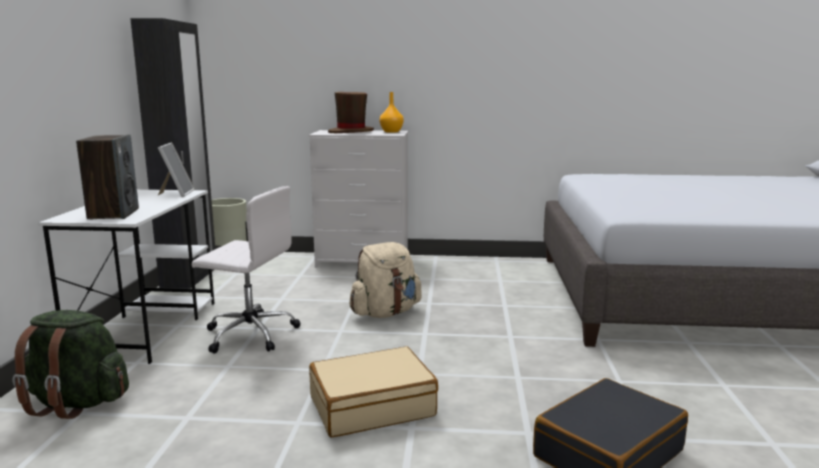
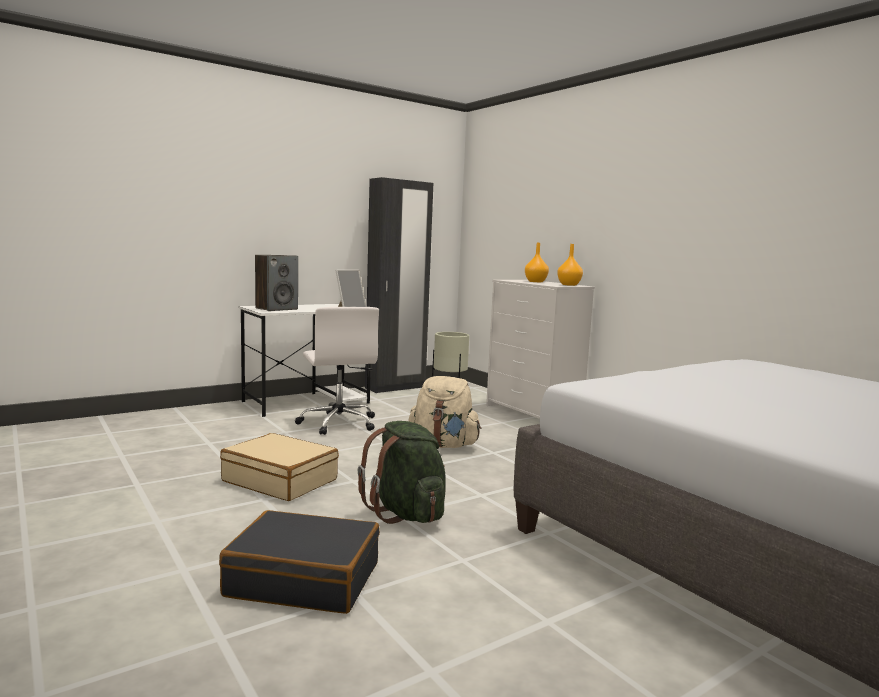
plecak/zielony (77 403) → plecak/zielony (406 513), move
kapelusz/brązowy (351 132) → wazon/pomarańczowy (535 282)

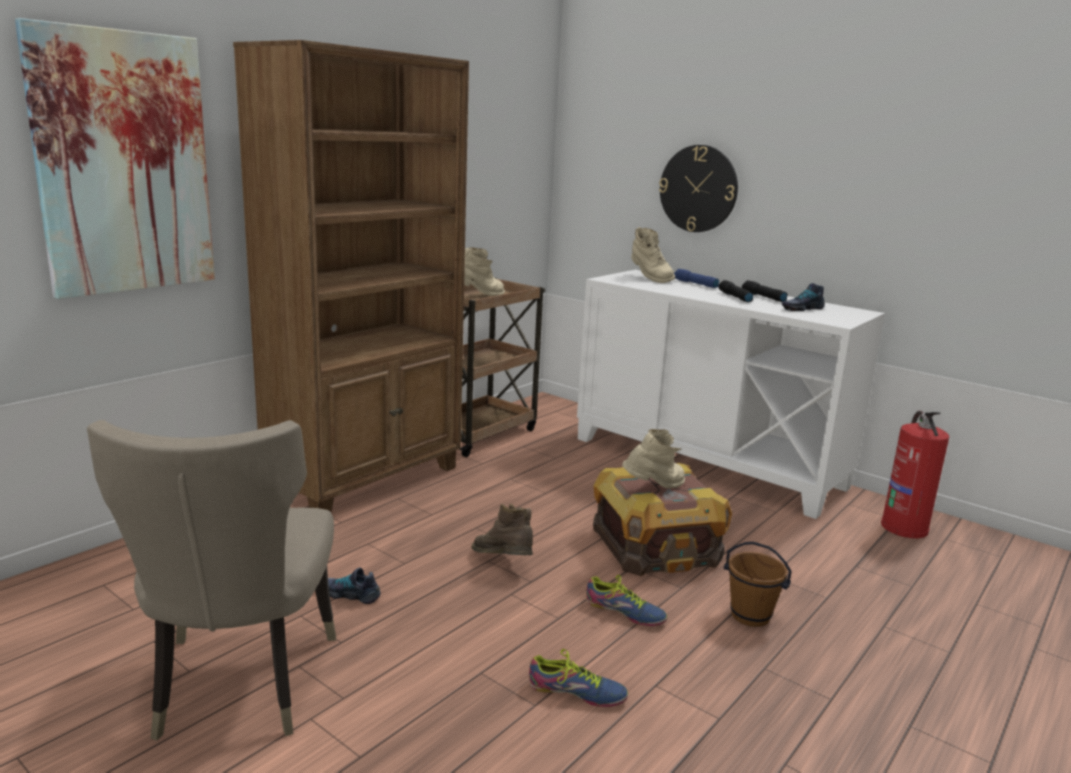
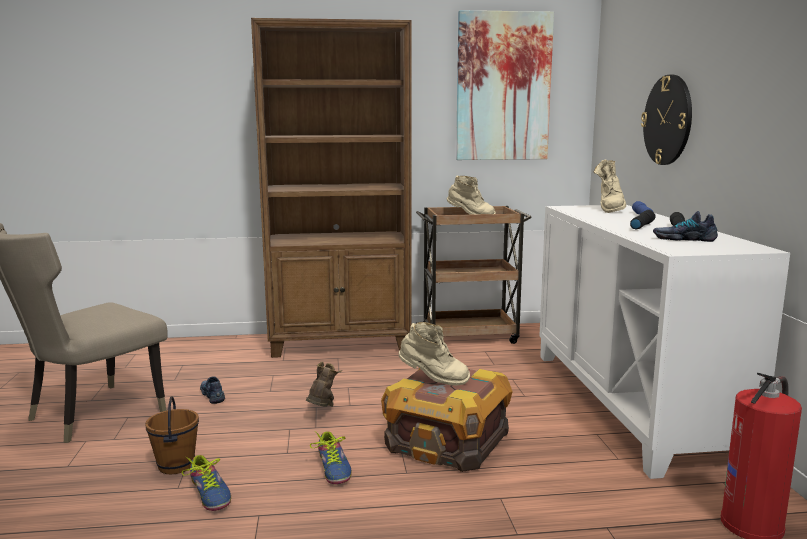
wiadro/brązowy (750 615) → wiadro/brązowy (177 466), move
obraz (124 164) → obraz (503 87), move

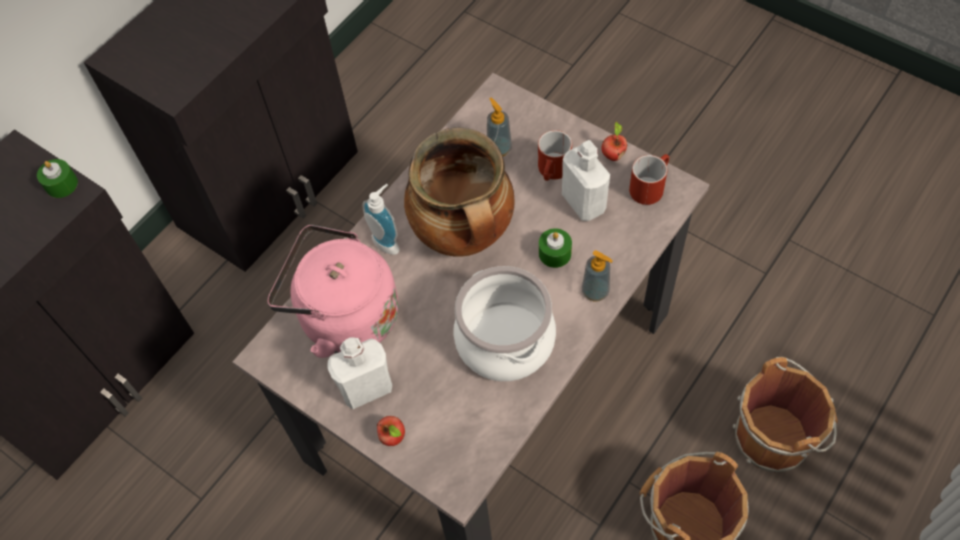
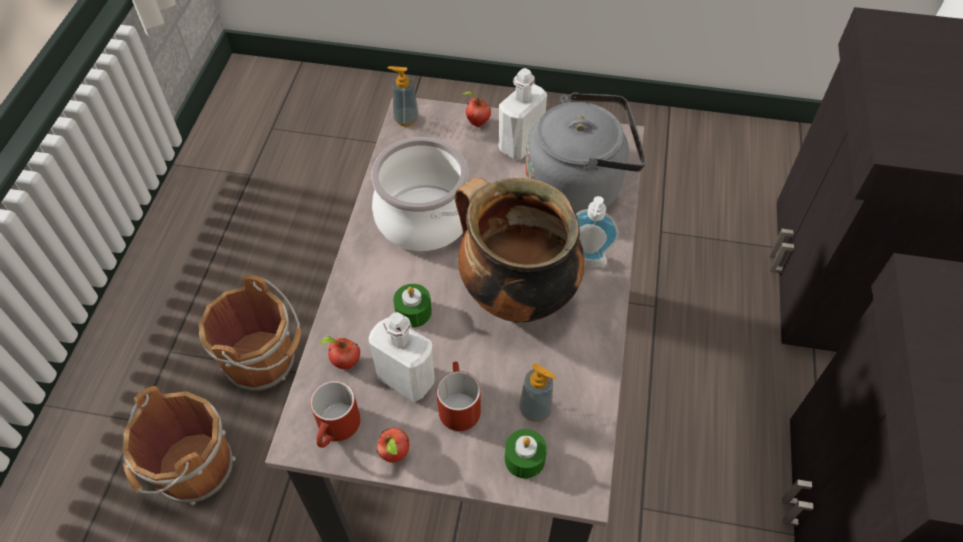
- → jabłko (344 363)
dozownik mydła (595 291) → dozownik mydła (406 119), move
świeca/zielony (61 184) → świeca/zielony (524 459), move
czajnik/różowy (344 316) → czajnik/szary (579 187)

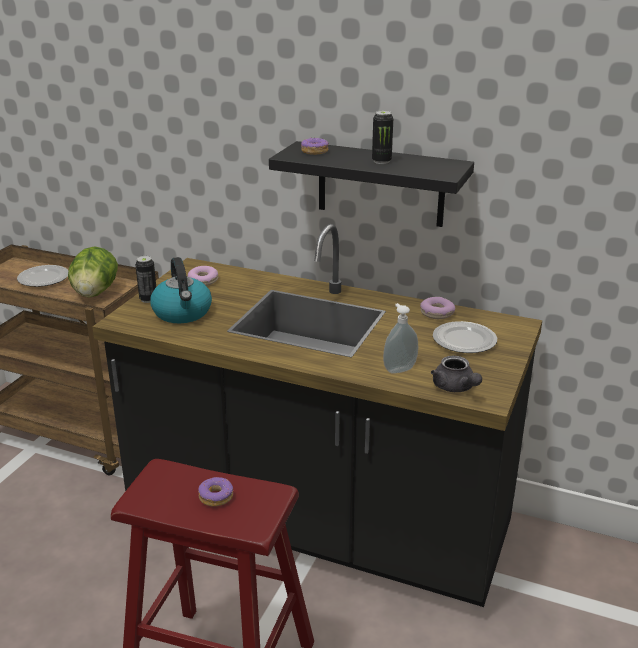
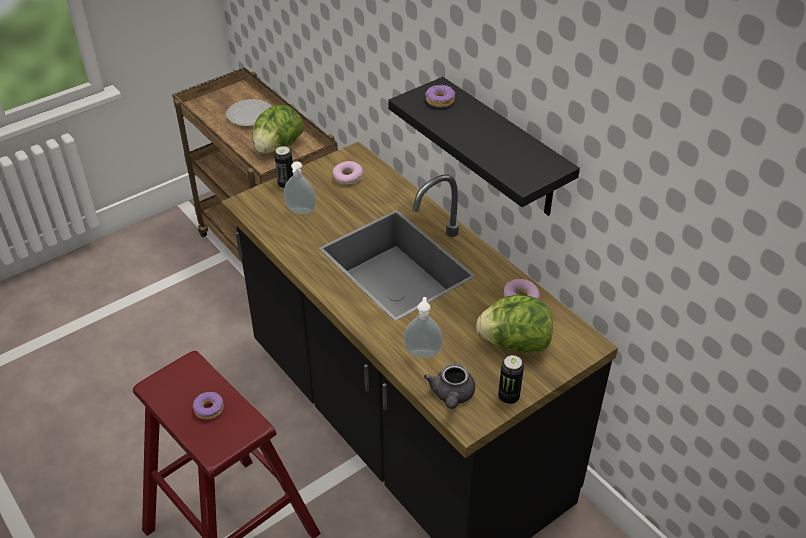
czajnik (183 313) → dozownik mydła (300 212)
talerz (465 341) → sałata (514 343)
puszka (381 161) → puszka (508 397), move

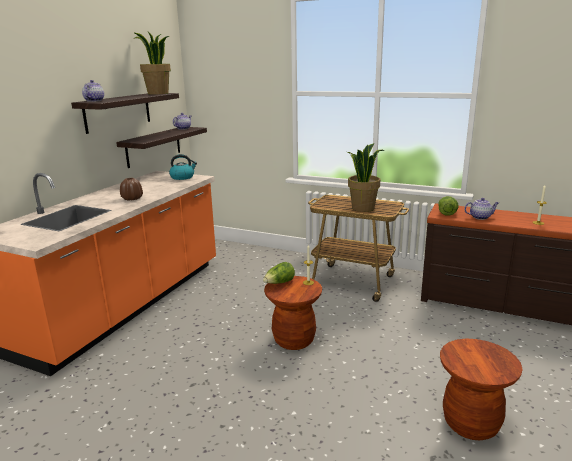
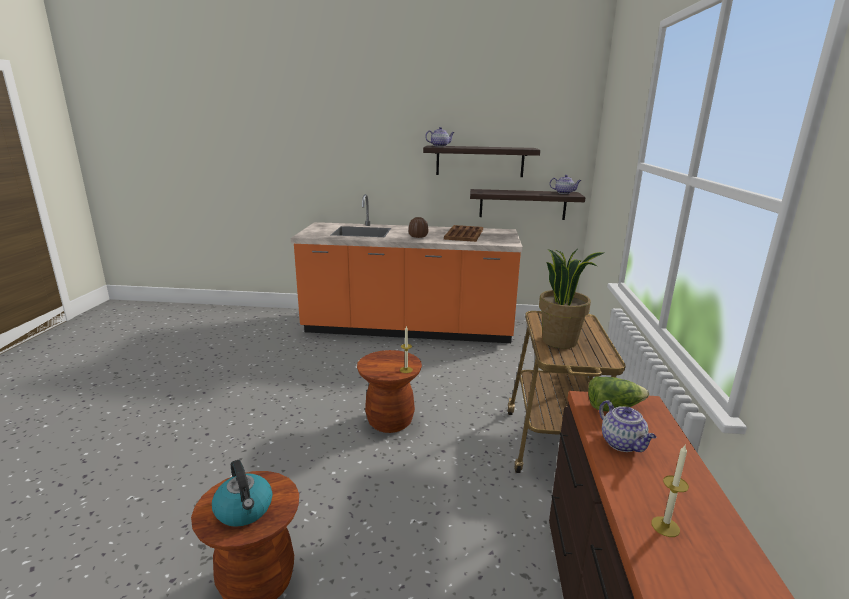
czajnik (182 177) → czajnik (244 510), move
- → taca/brązowy (464 234)
roślina doniczkowa (158 93) → -
sałata (279 283) → -

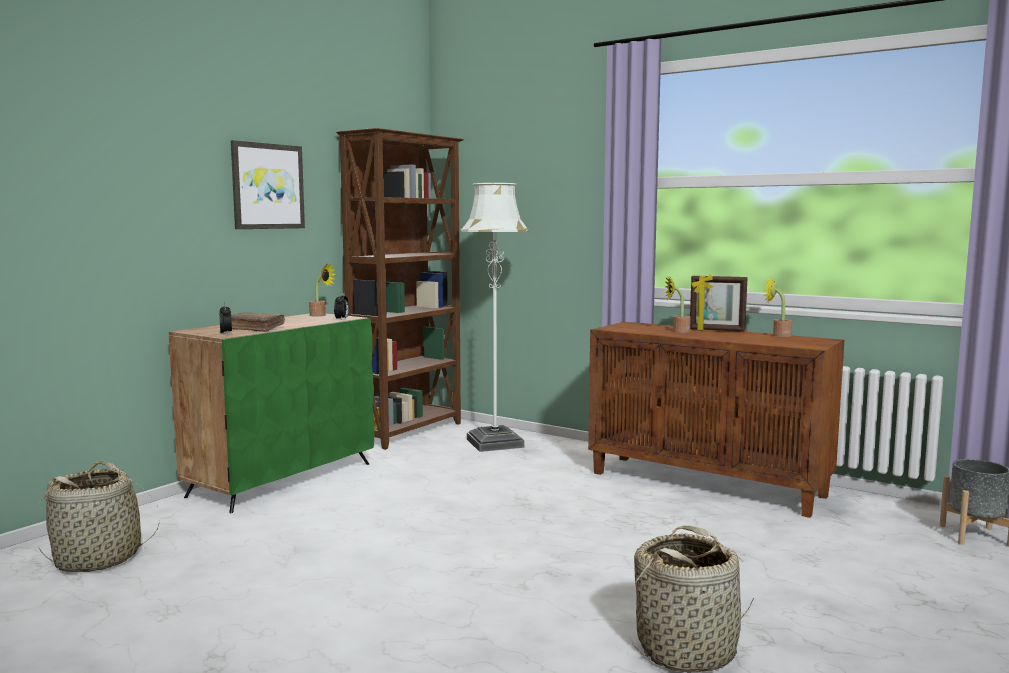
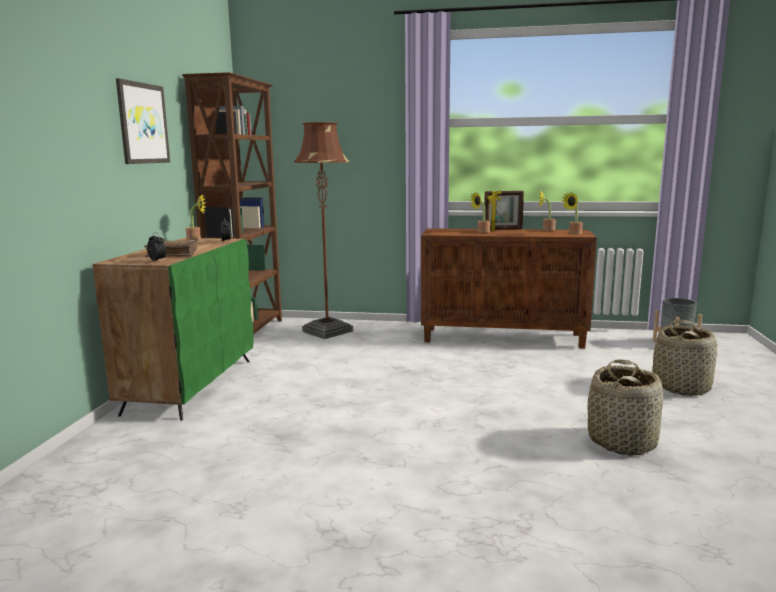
lampa stojąca/biały (495 443) → lampa stojąca/brązowy (327 331)
- → roślina doniczkowa (573 233)
koszyk (99 558) → koszyk (681 387), move

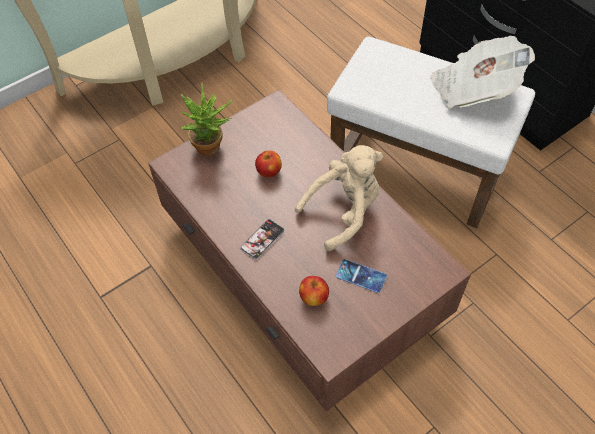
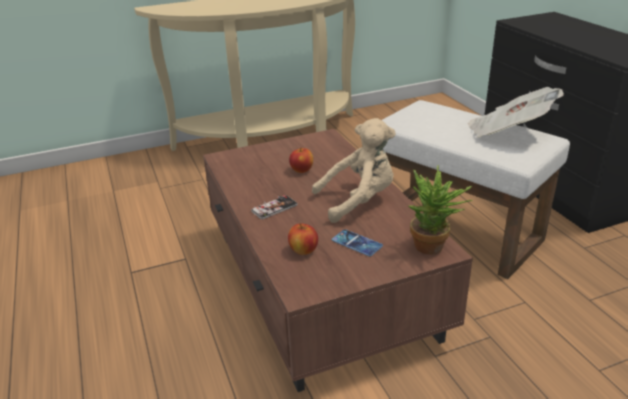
roślina doniczkowa (212 149) → roślina doniczkowa (434 249), move

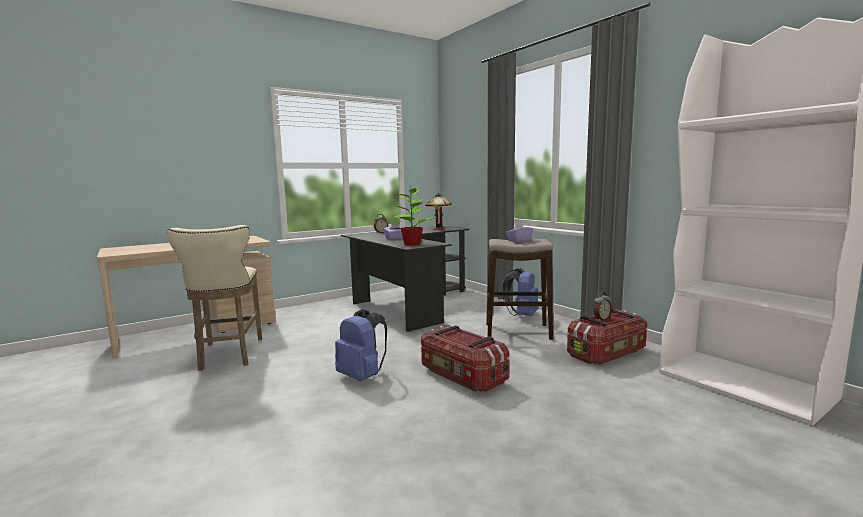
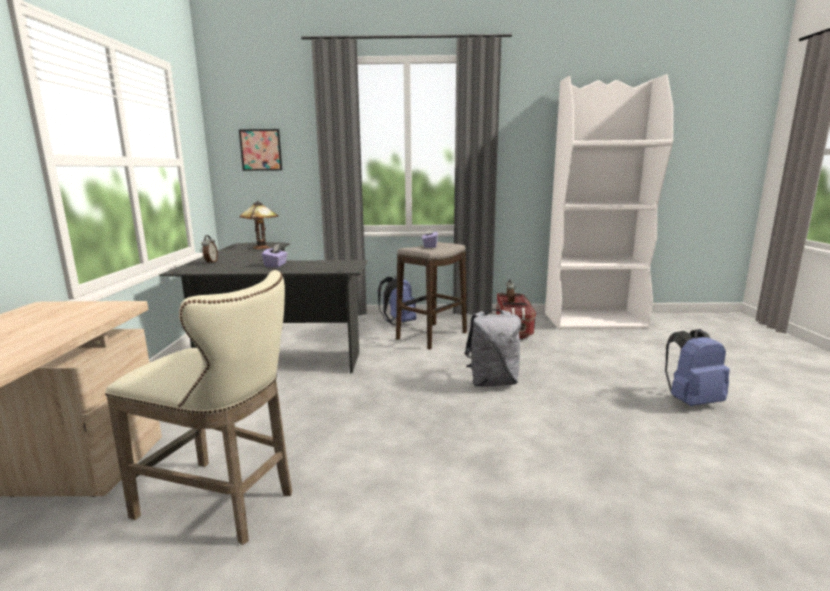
- → obraz (261 150)
pojemnik do przechowywania (461 376) → plecak/szary (492 382)
plecak/niebieski (362 376) → plecak/niebieski (691 401), move
roślina doniczkowa (412 244) → -

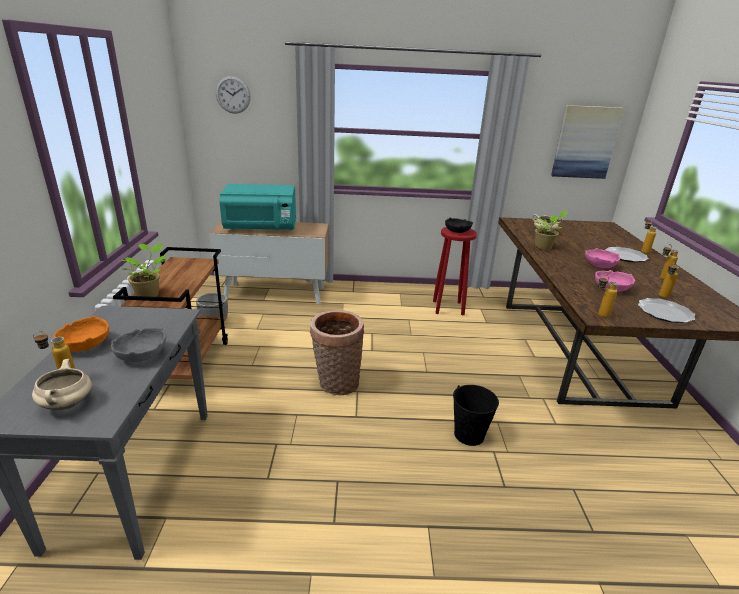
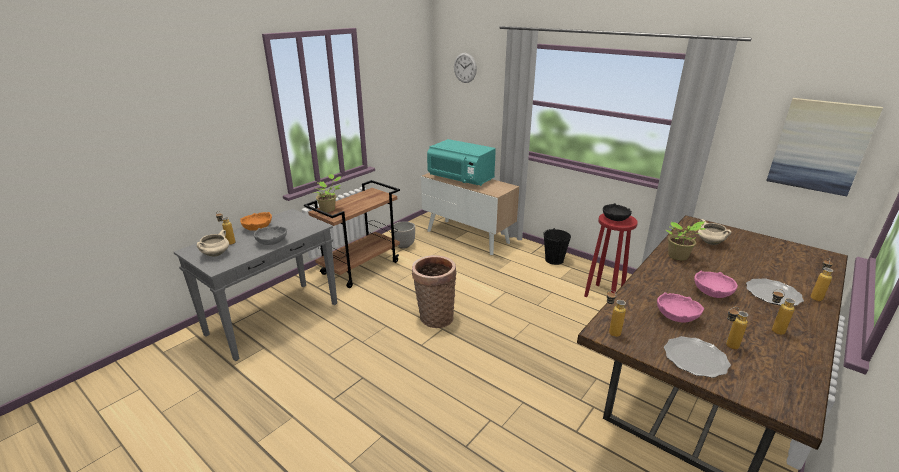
wiadro/czarny (469 434) → wiadro/czarny (554 260), move

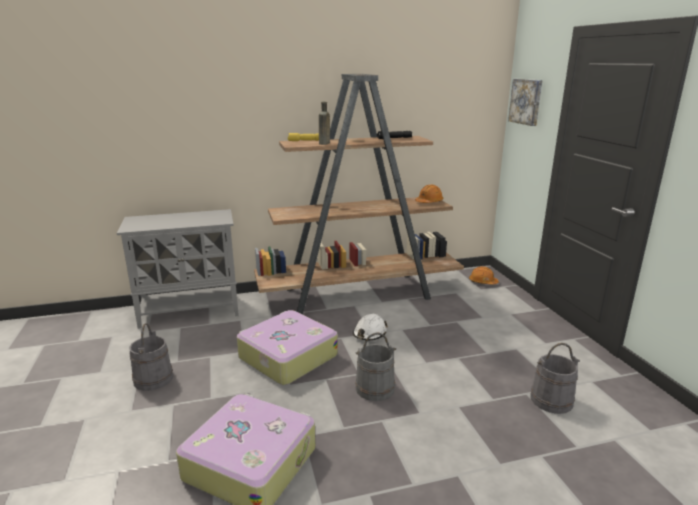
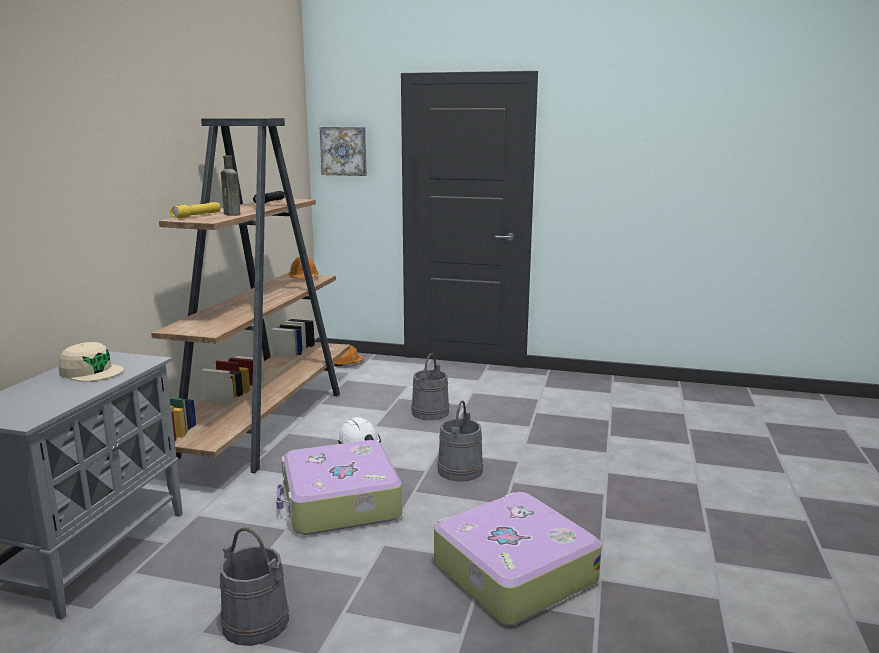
- → czapka z daszkiem/beżowy (91 371)
wiadro/szary (551 400) → wiadro/szary (430 412), move

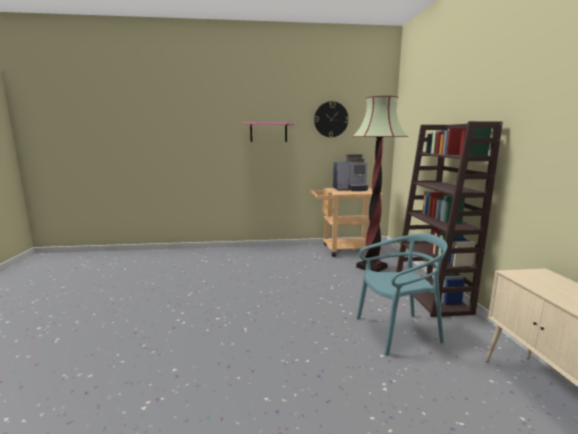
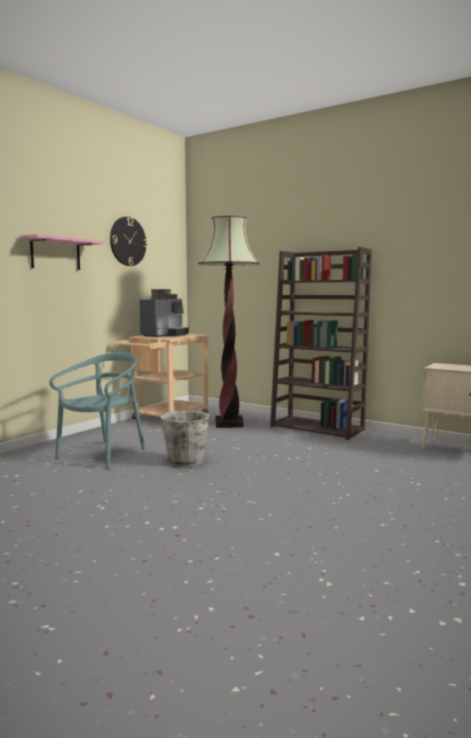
krzesło/turkusowy (397 332) → krzesło/turkusowy (103 454), move
- → wiadro/szary (187 462)

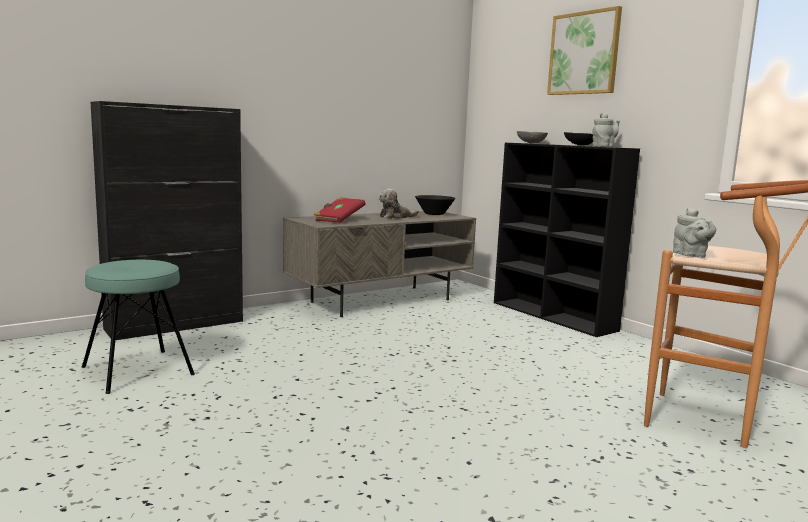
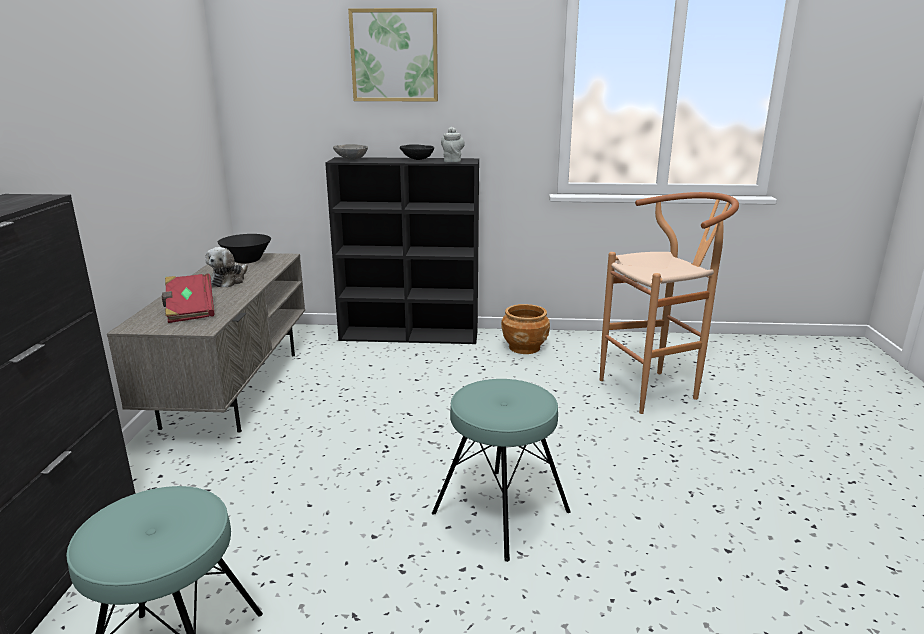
- → stołek/turkusowy (501 512)
- → donica/brązowy (524 347)
imbryk/szary (691 255) → -

